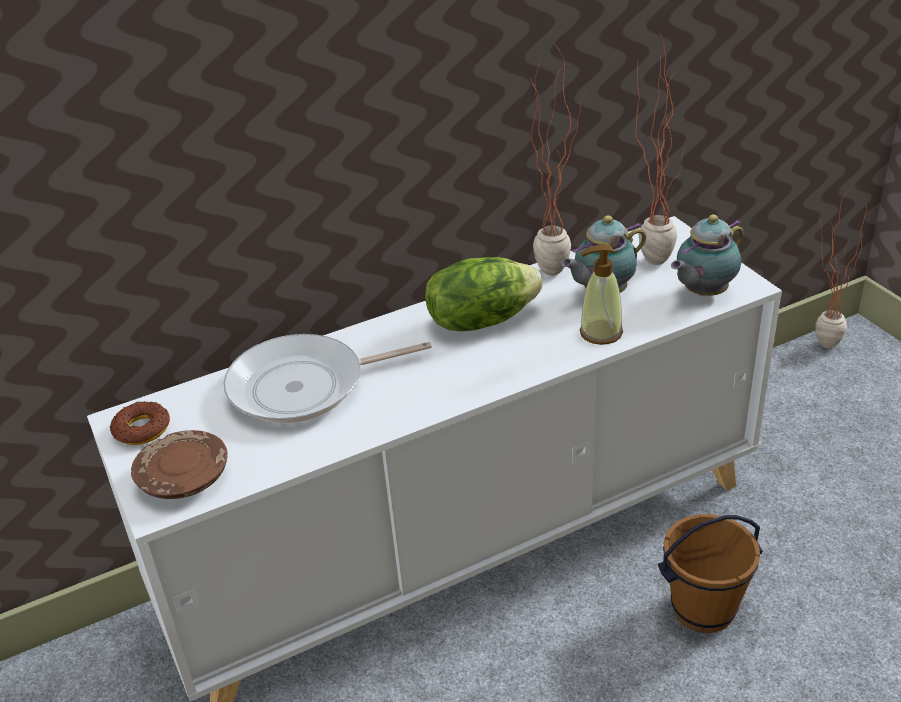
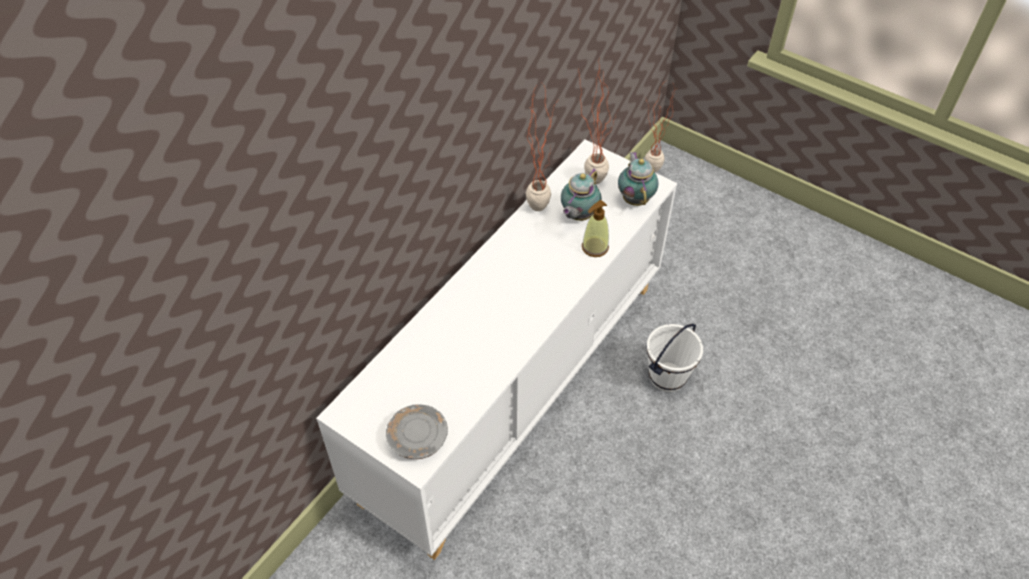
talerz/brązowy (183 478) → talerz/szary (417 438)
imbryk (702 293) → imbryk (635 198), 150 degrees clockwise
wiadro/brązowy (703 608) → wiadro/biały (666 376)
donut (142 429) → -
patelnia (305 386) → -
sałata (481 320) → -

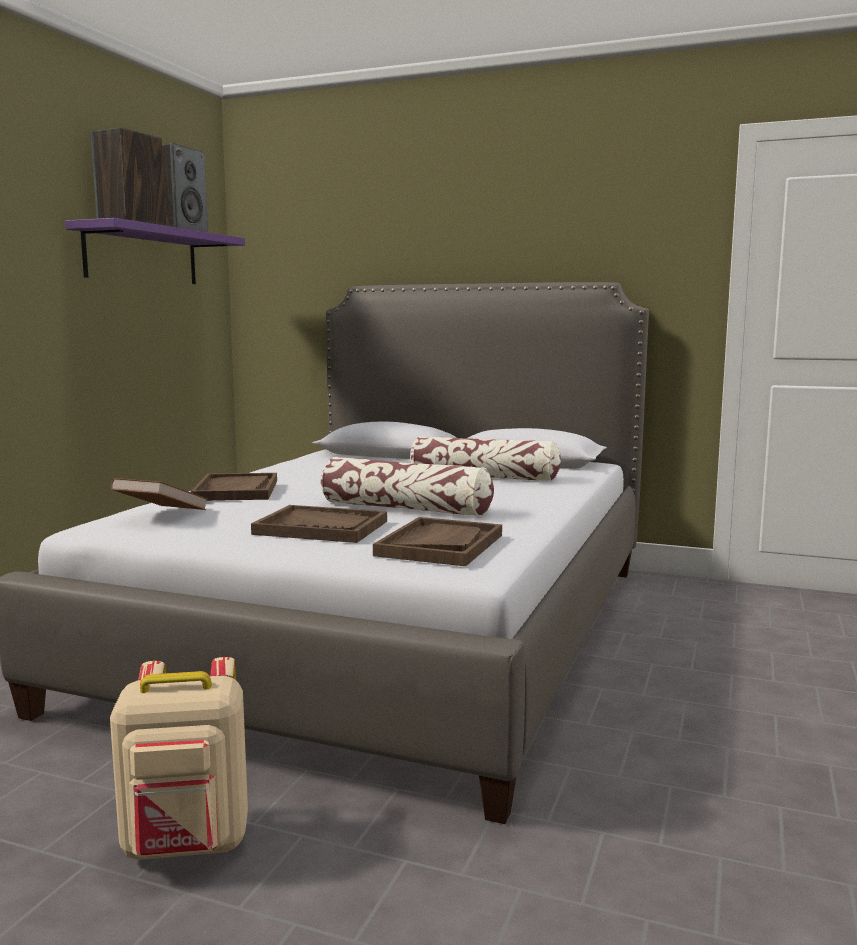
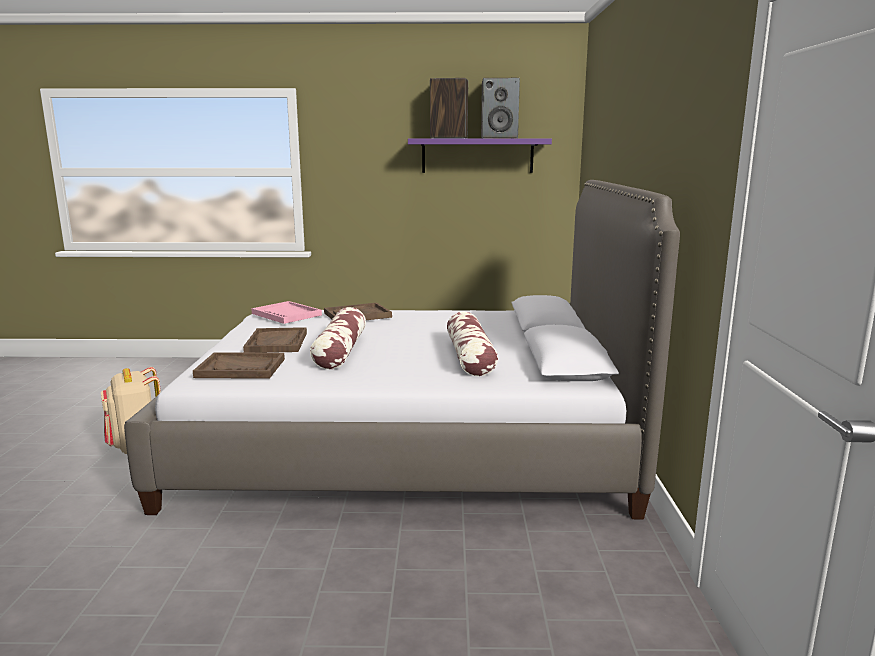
książka/brązowy (161 514) → taca/różowy (287 314)

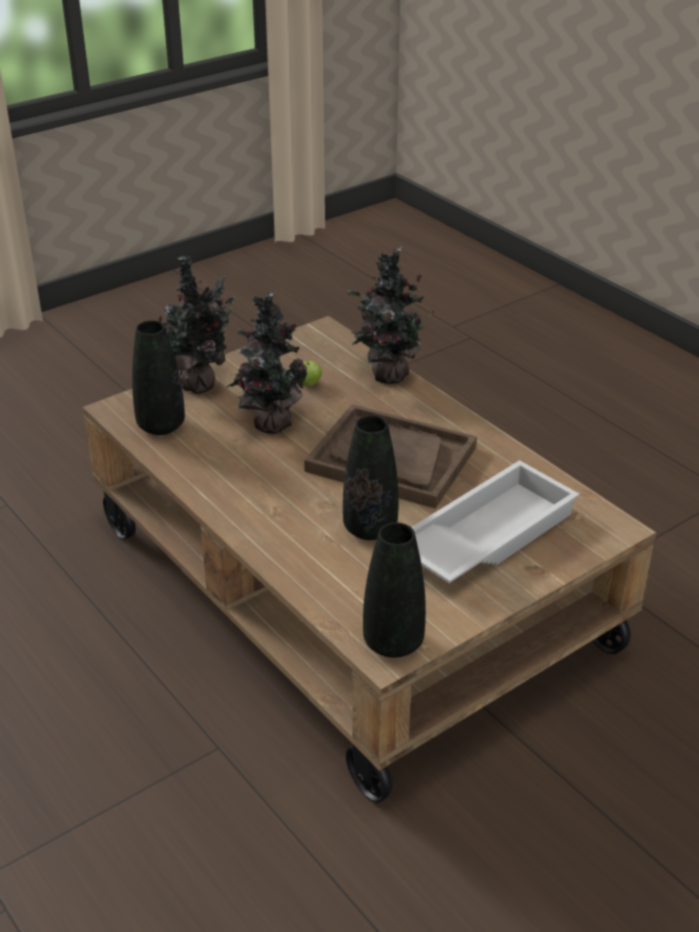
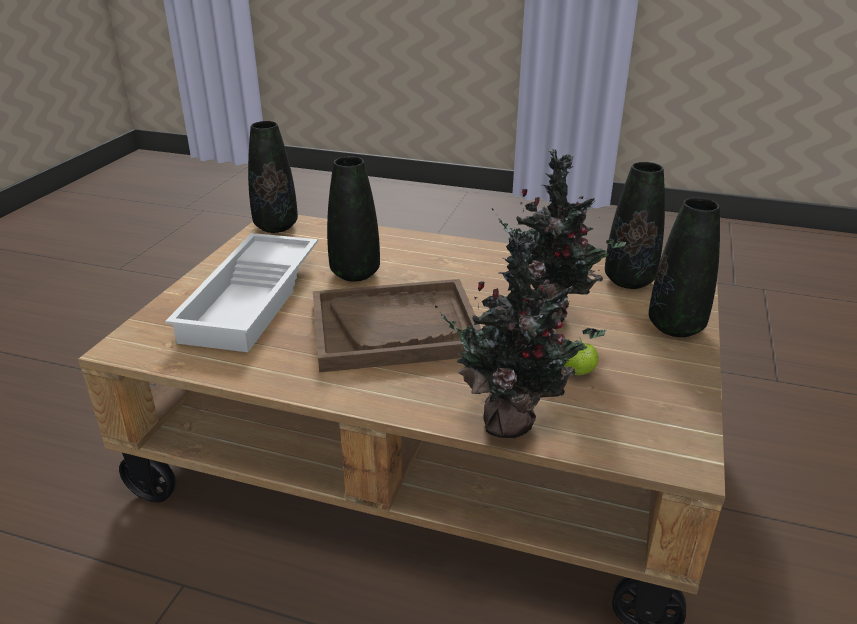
roślina doniczkowa (199 383) → wazon/czarny (675 327)

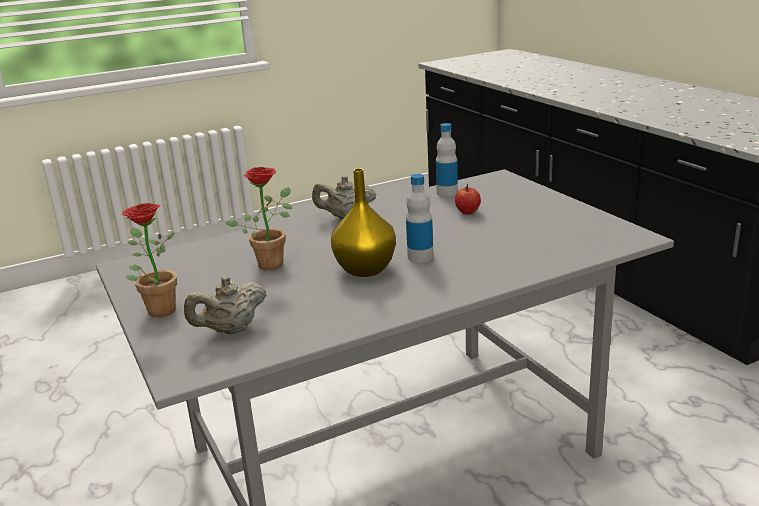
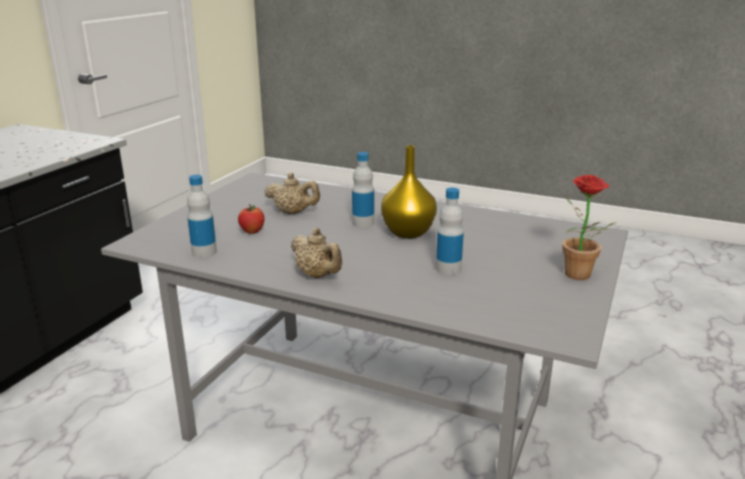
imbryk/beżowy (231 330) → imbryk/beżowy (293 212), move
roślina doniczkowa (272 262) → butelka (448 269)

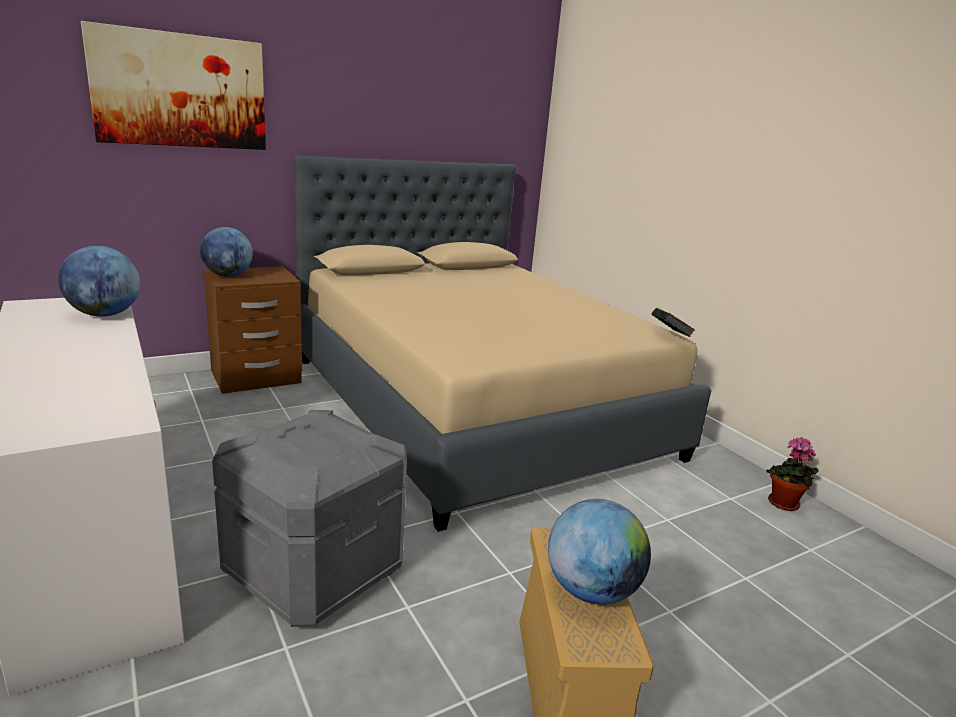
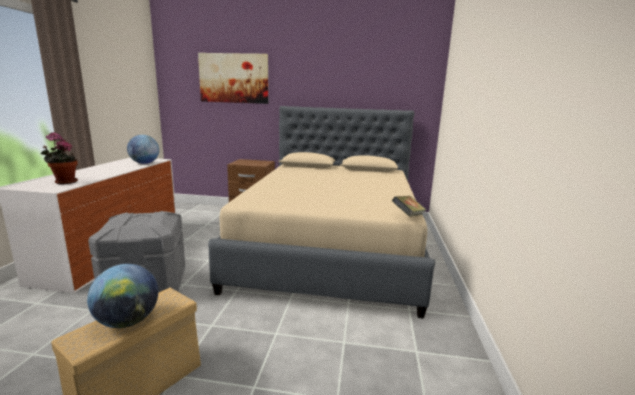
roślina doniczkowa (783 505) → roślina doniczkowa (64 182), move
globus (228 275) → -

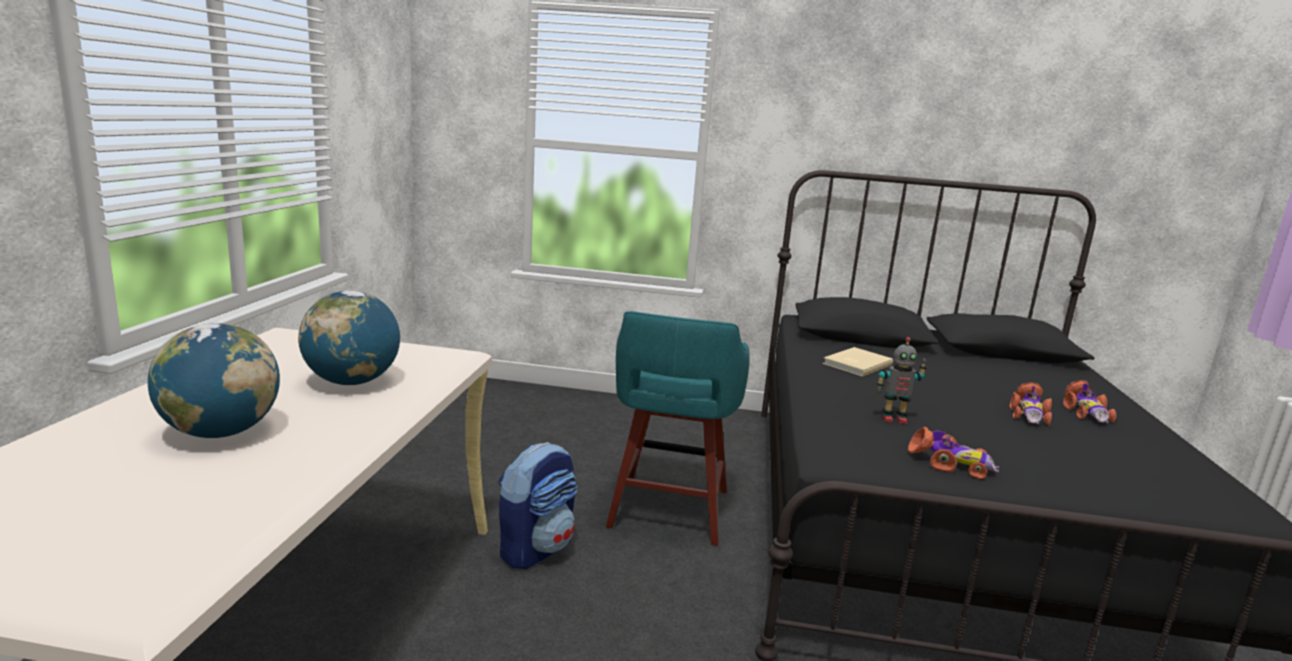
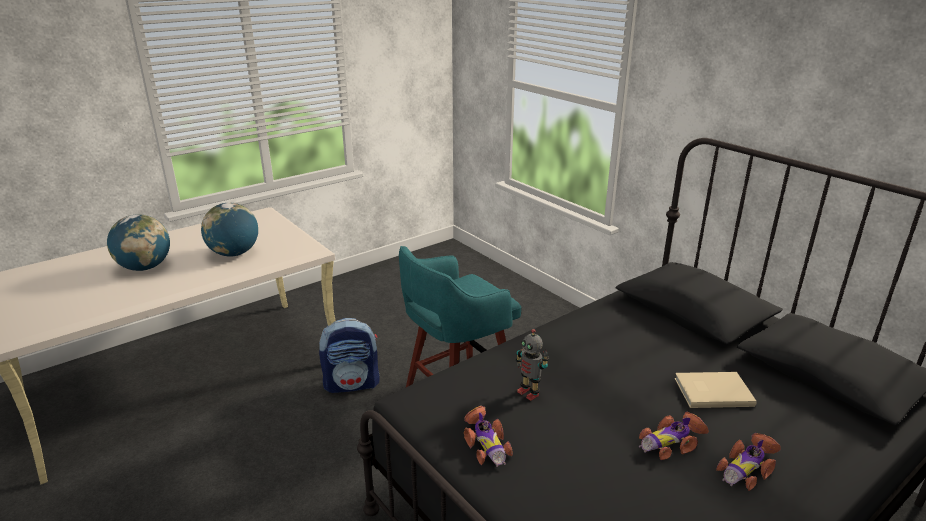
książka/beżowy (855 364) → książka/beżowy (711 391), move

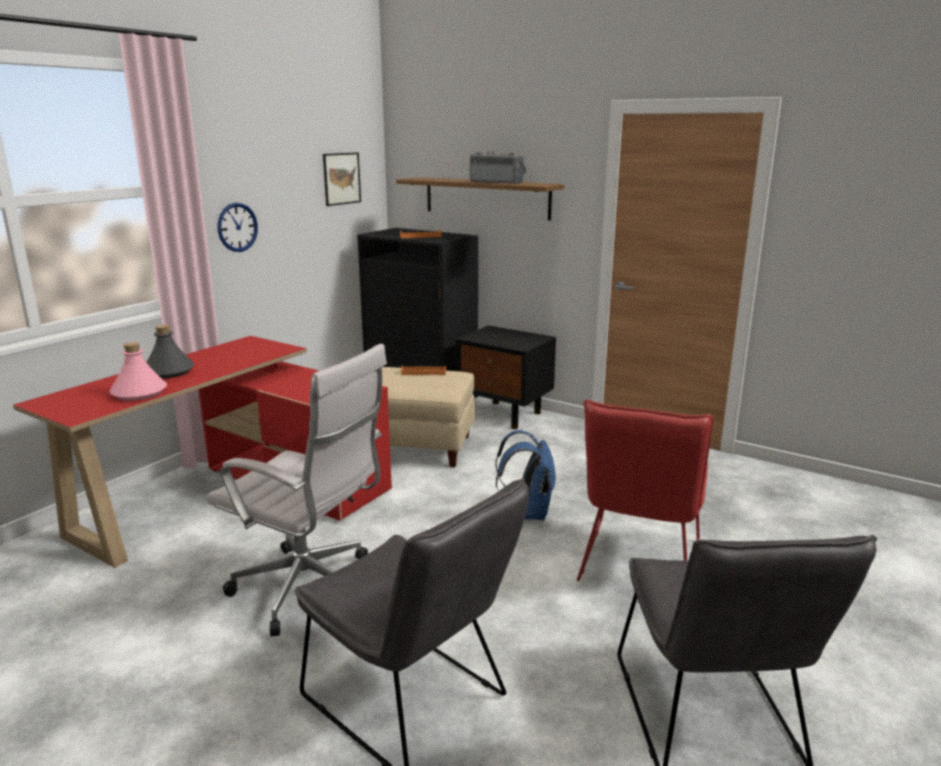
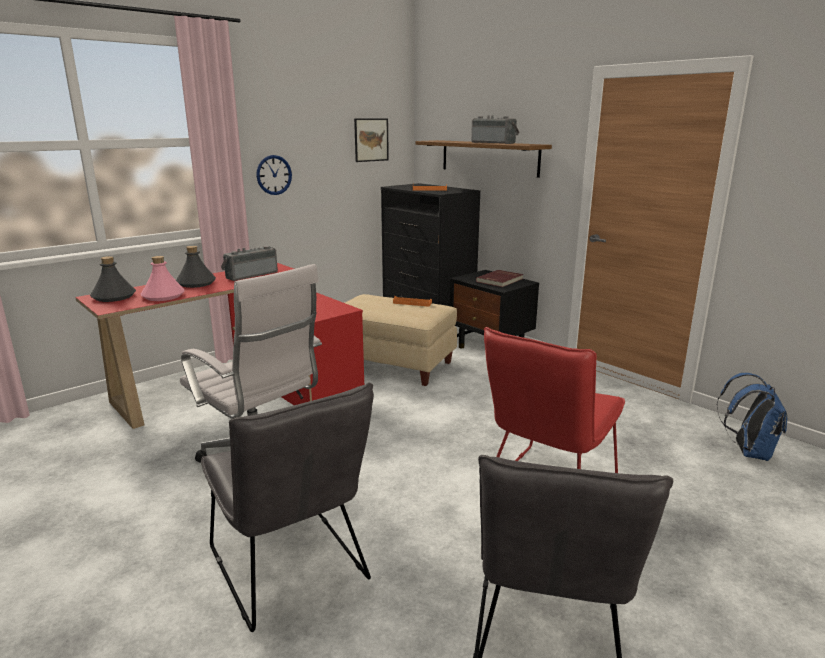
- → butelka/szary (113 297)
- → radio (250 275)
- → książka/czerwony (500 280)
plecak/niebieski (528 513) → plecak/niebieski (748 451), move

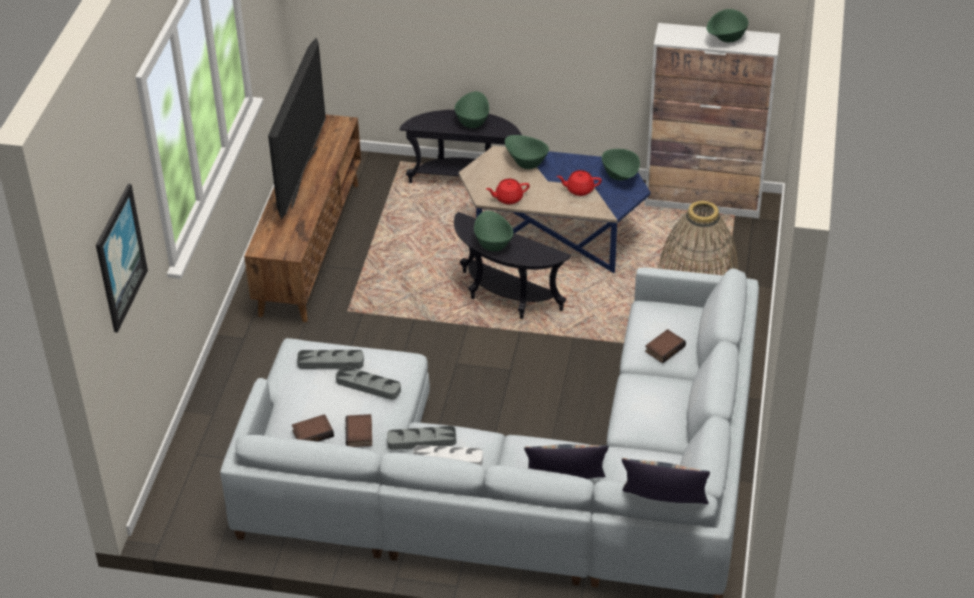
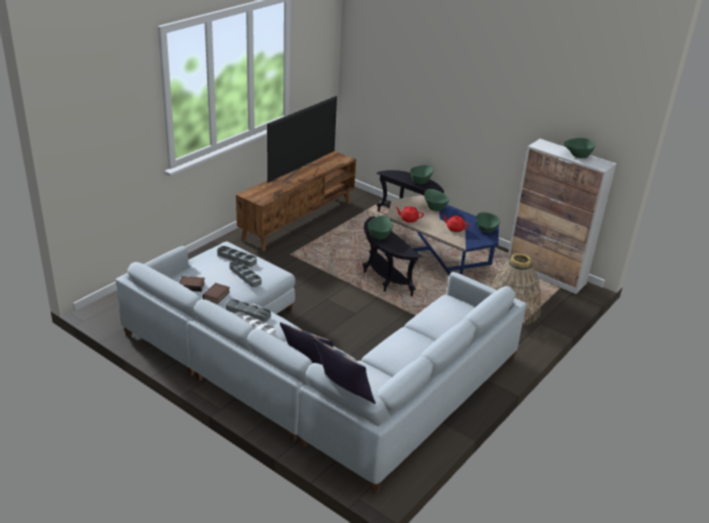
obraz (119 257) → -
książka (664 348) → -

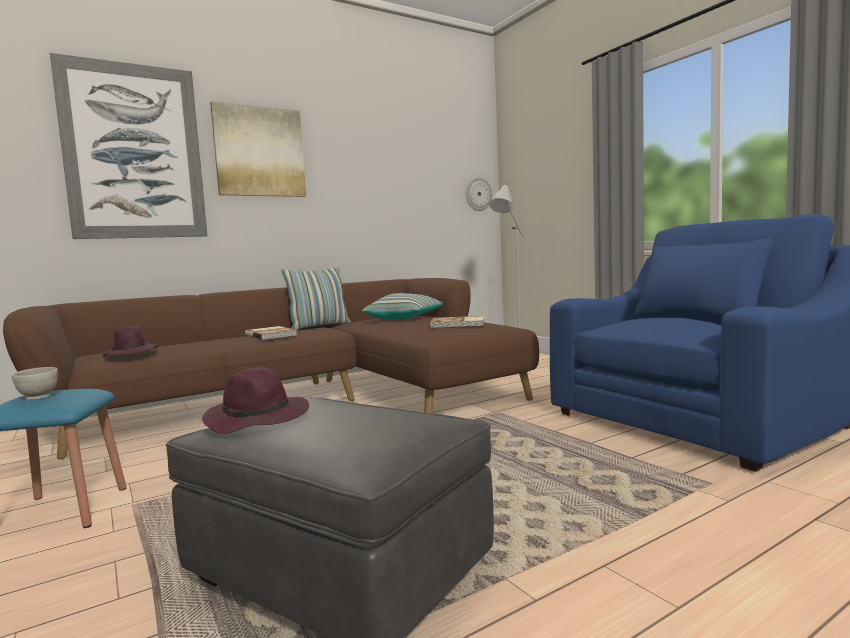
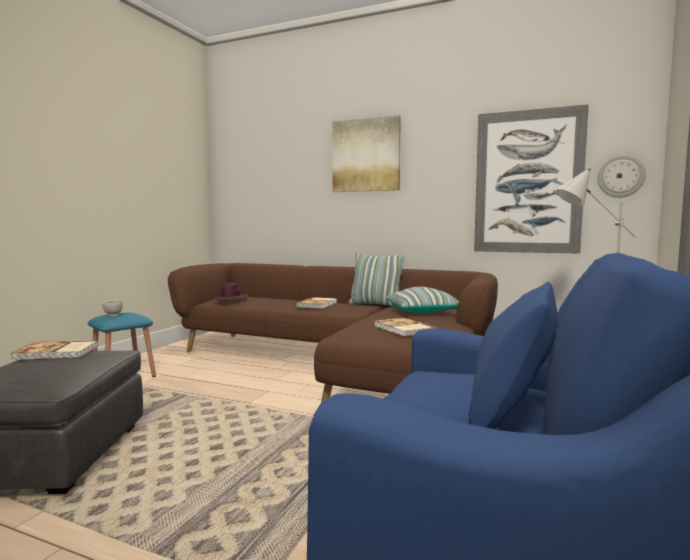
kapelusz/fioletowy (258 419) → książka (57 352)
obraz (134 152) → obraz (528 182), move

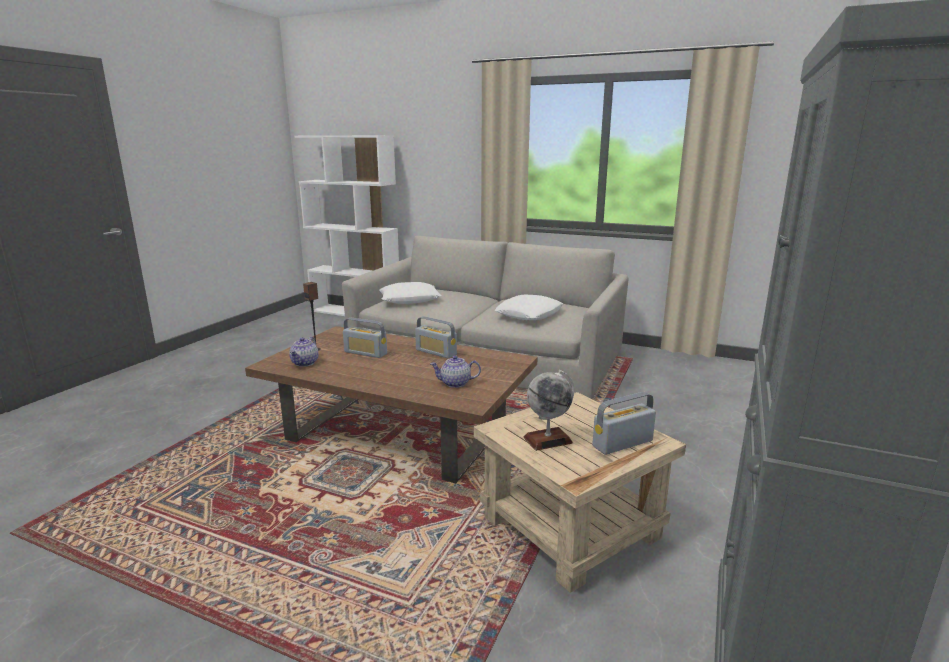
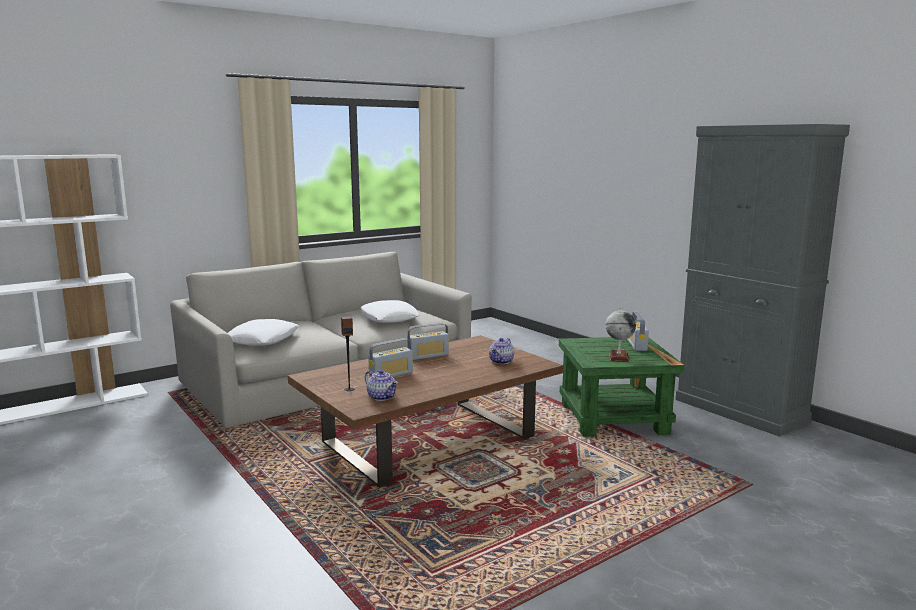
stolik/beżowy (570 529) → stolik/zielony (614 419)

